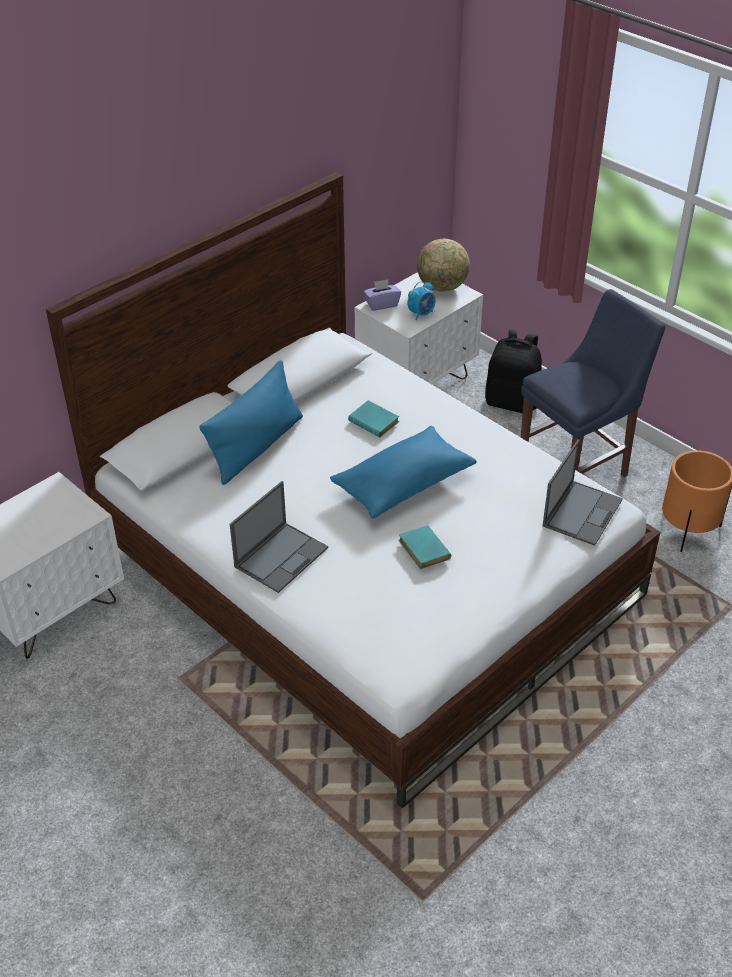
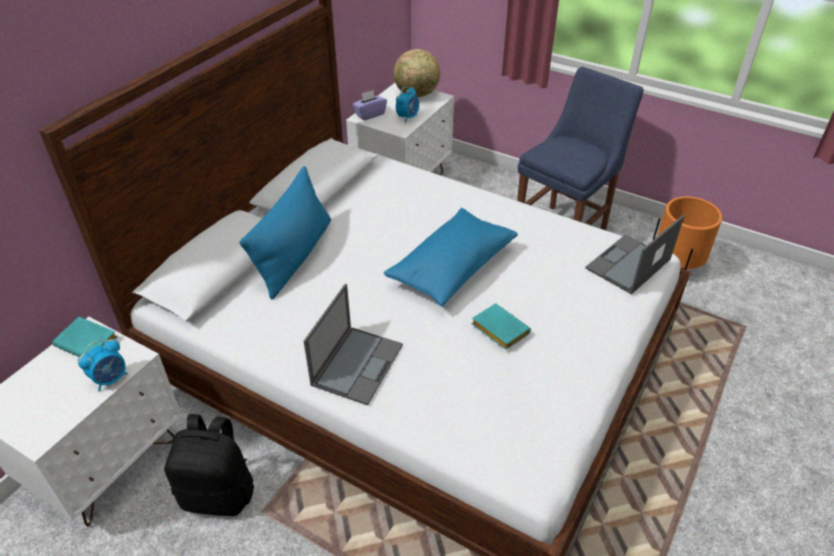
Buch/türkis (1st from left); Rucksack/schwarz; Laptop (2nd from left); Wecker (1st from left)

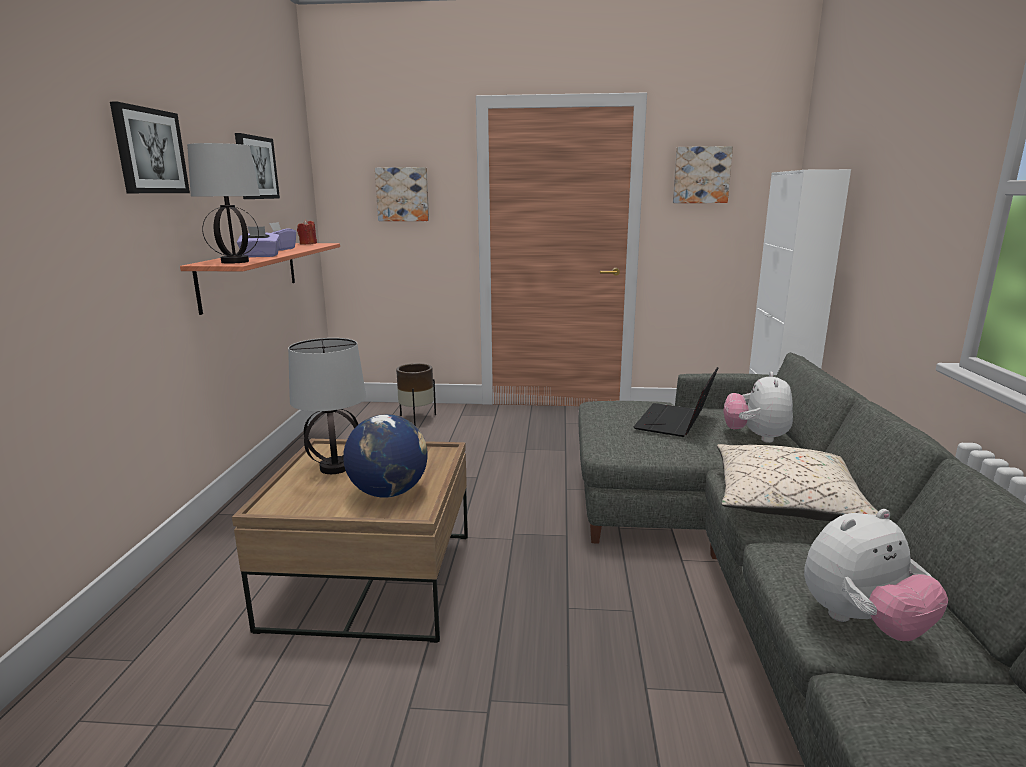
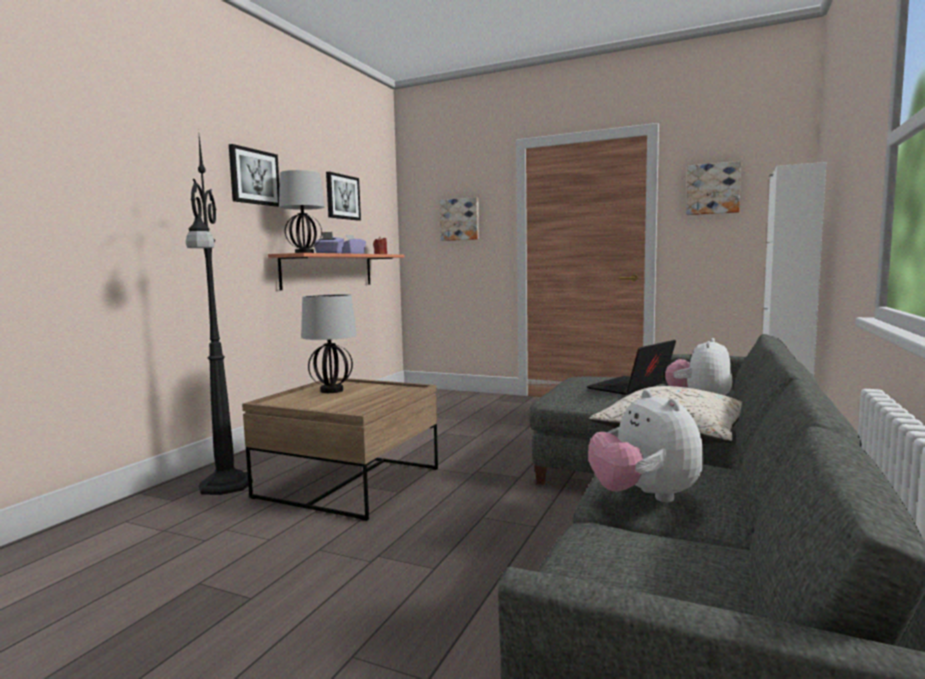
Globus; Pflanzkübel/braun; Plüschtier (1st from left); Stehlampe/schwarz

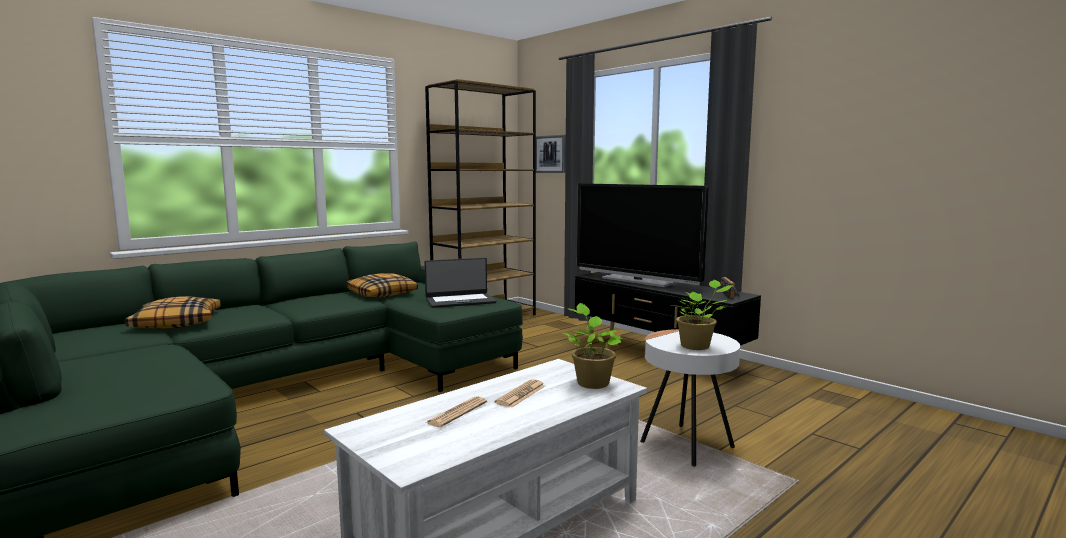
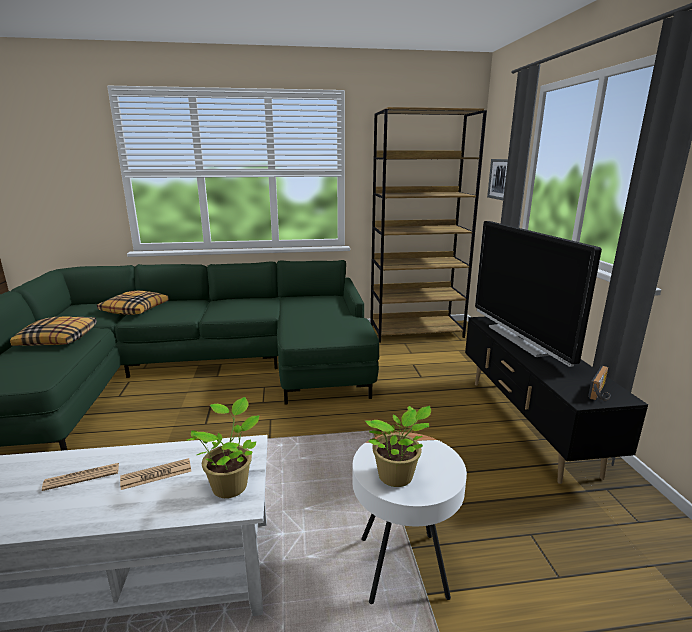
Kissen (1st from left); Laptop

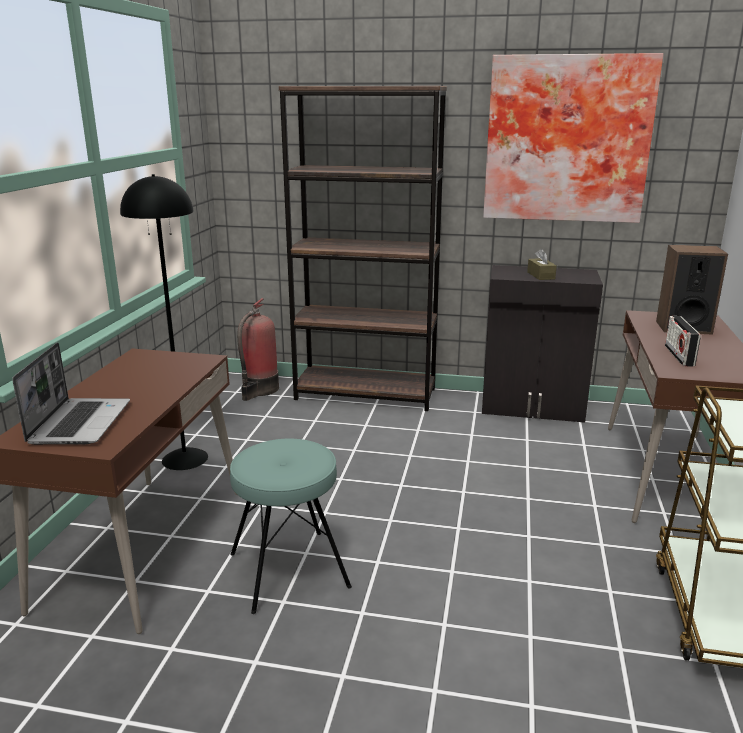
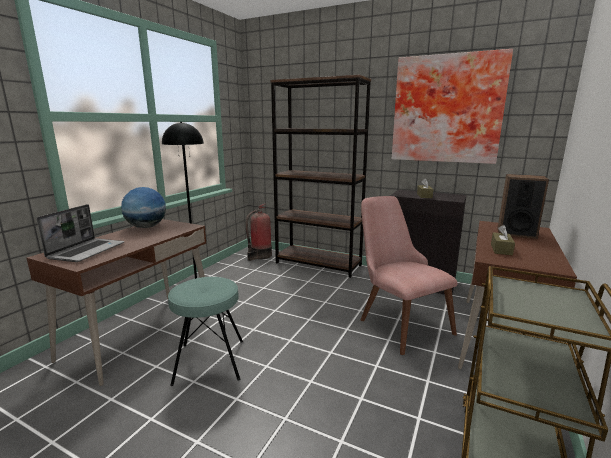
Taschentuchbox/braun (2nd from left); Globus; Stuhl/rosa

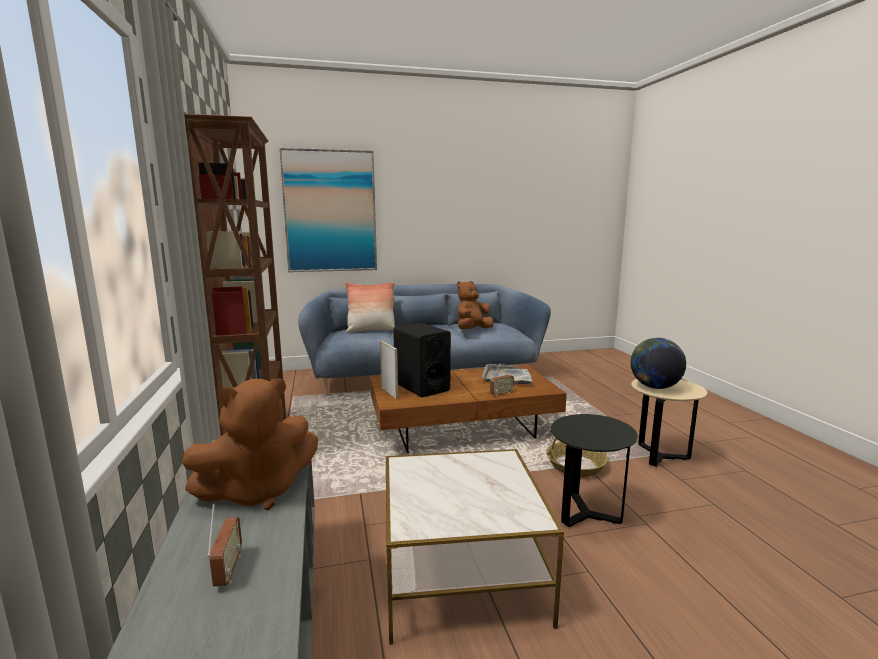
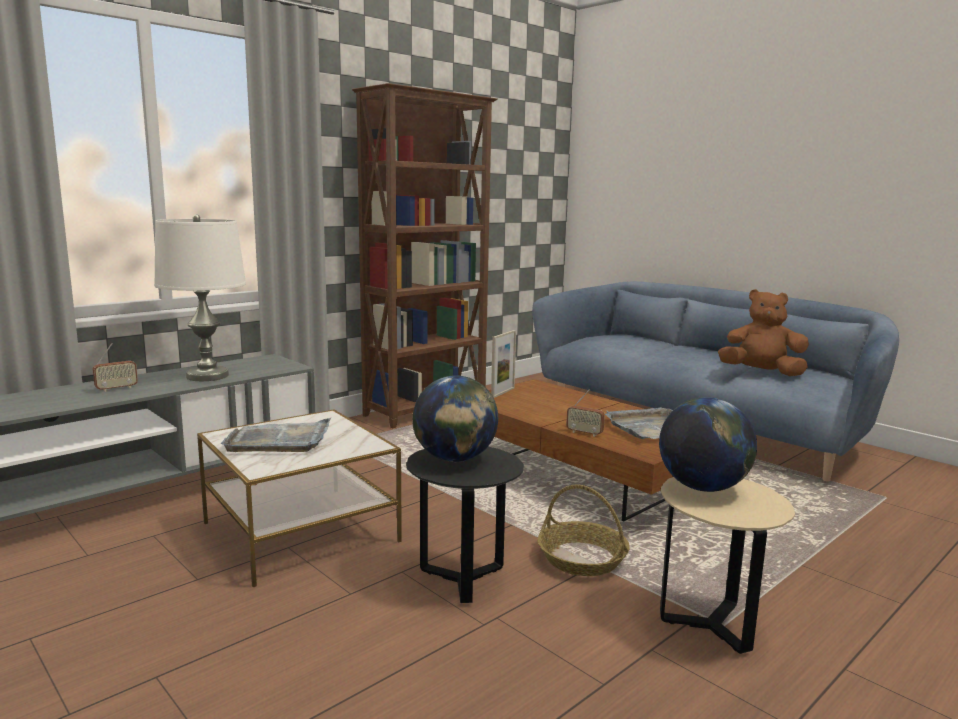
Tischlampe/weiß; Bild; Kissen; Lautsprecher/schwarz; Tablett/grau (1st from left); Globus (1st from left)

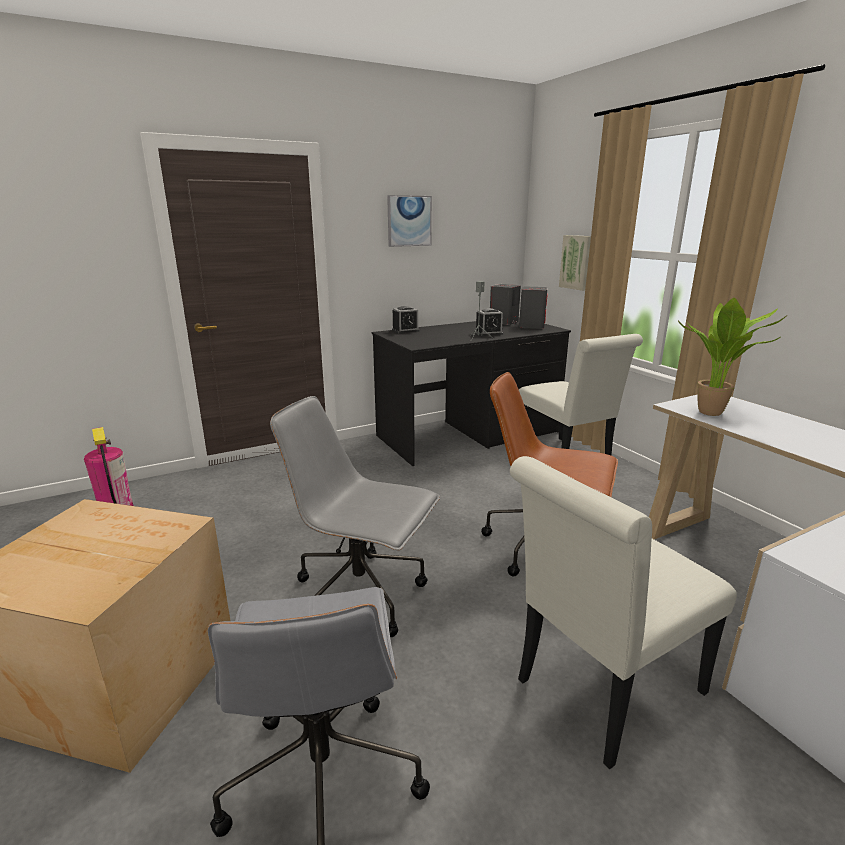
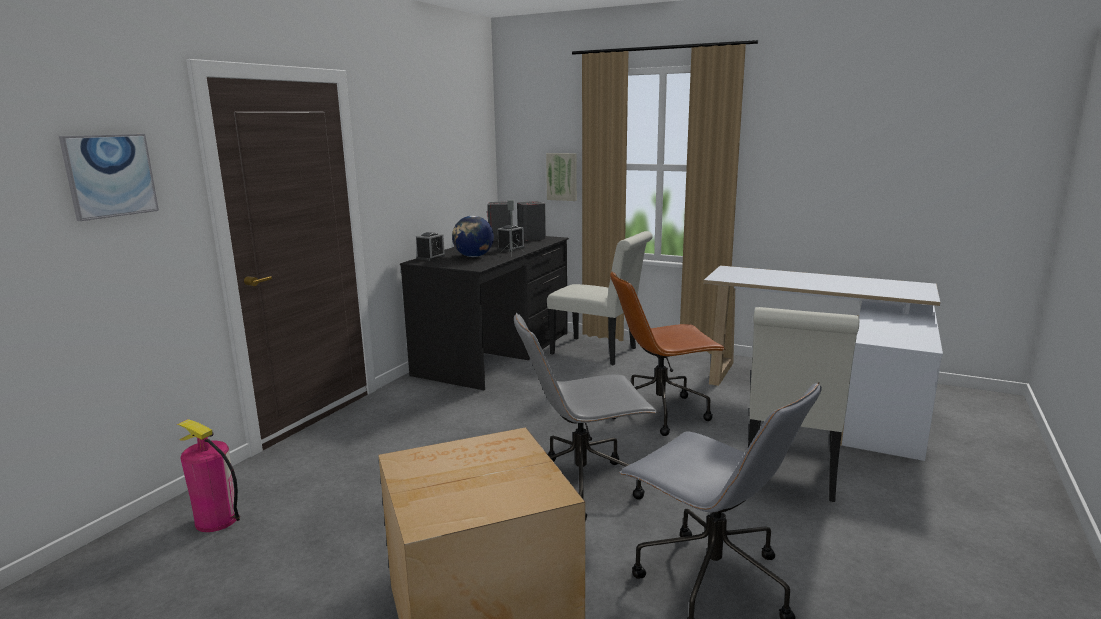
Bild (1st from left); Topfpflanze; Globus

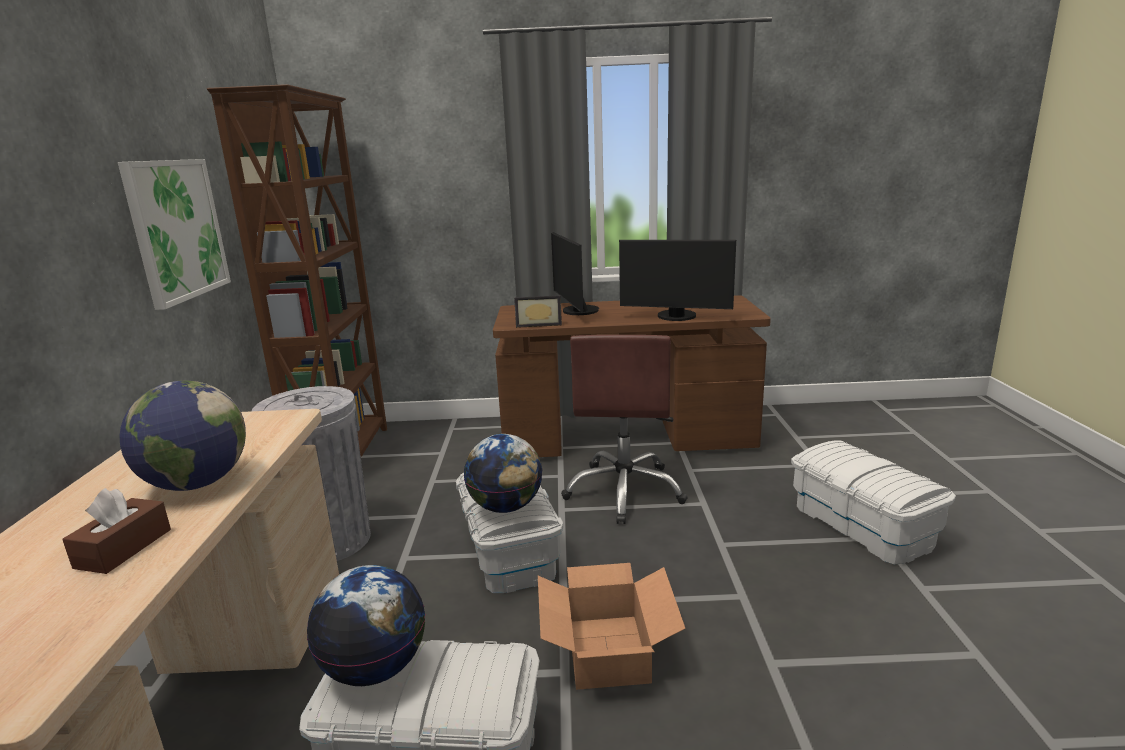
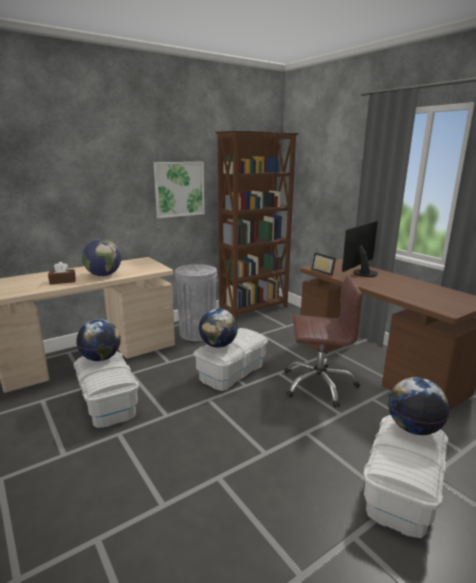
Karton; Bürostuhl/braun; Monitor (2nd from left in the first image); Globus (4th from left)

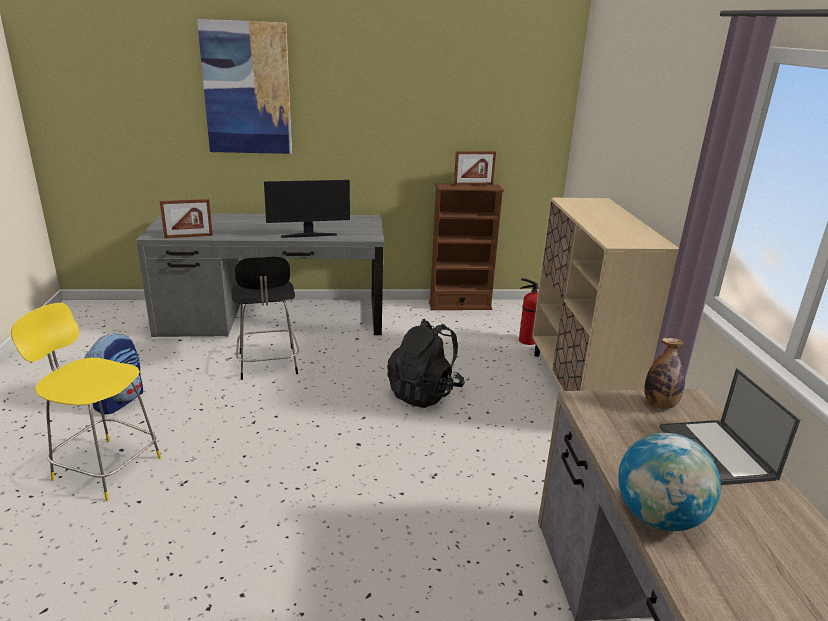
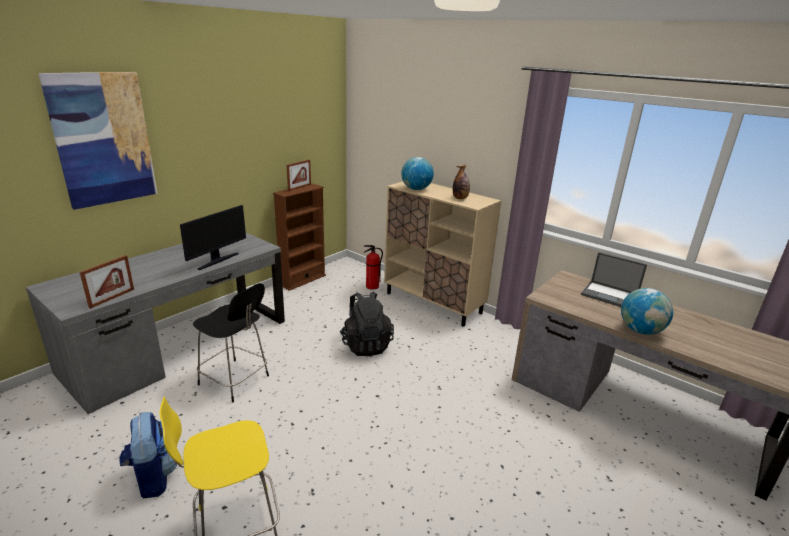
Flasche; Globus (1st from left)

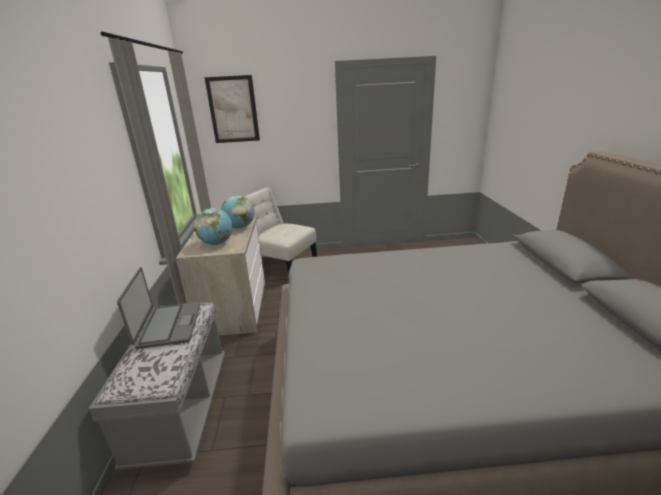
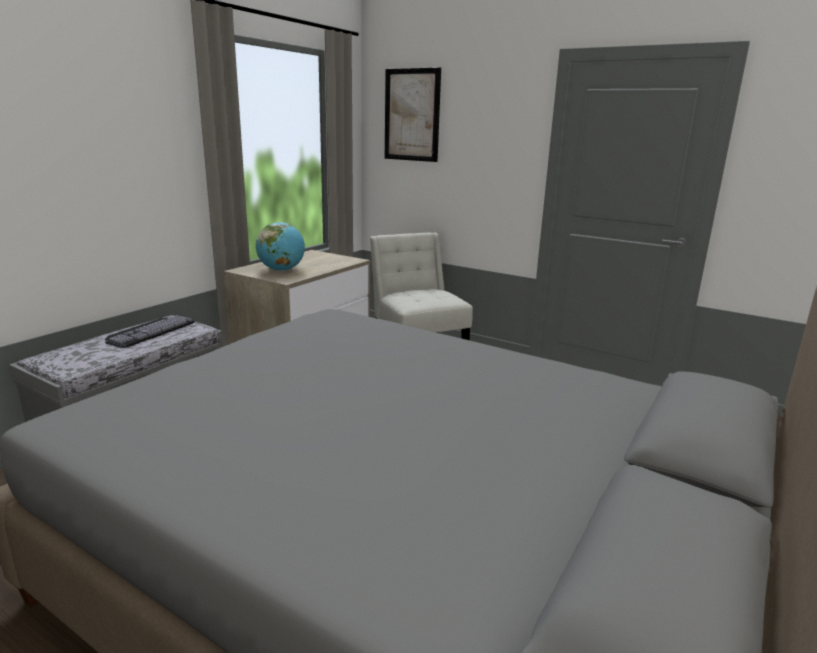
Tastatur; Globus (2nd from left in the first image)

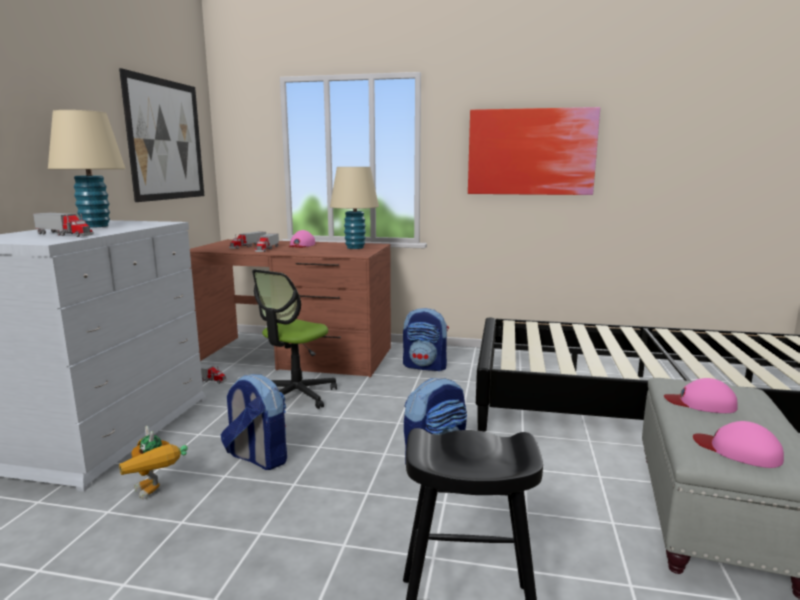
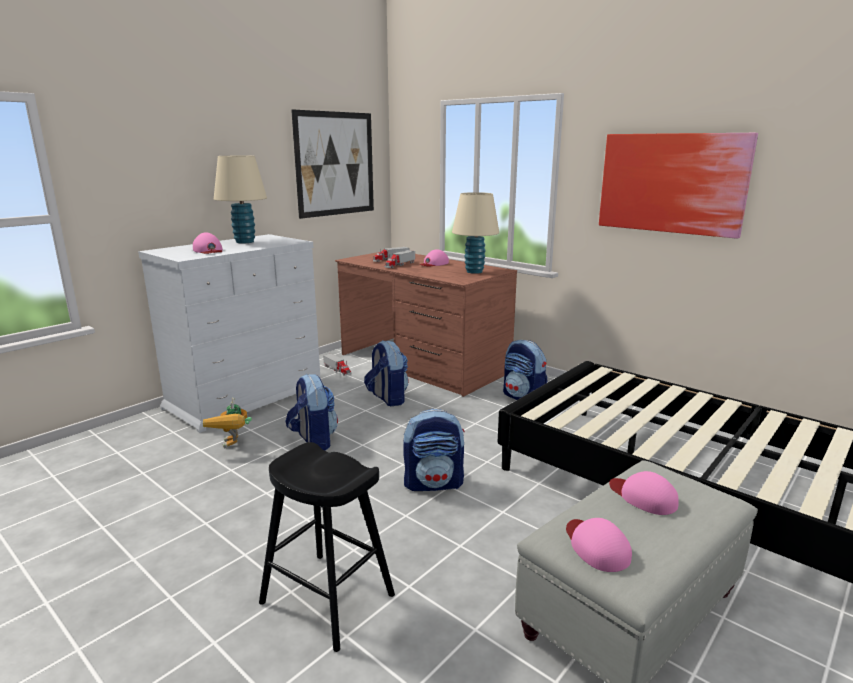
Kappe/rosa (1st from left); Rucksack (2nd from left)

